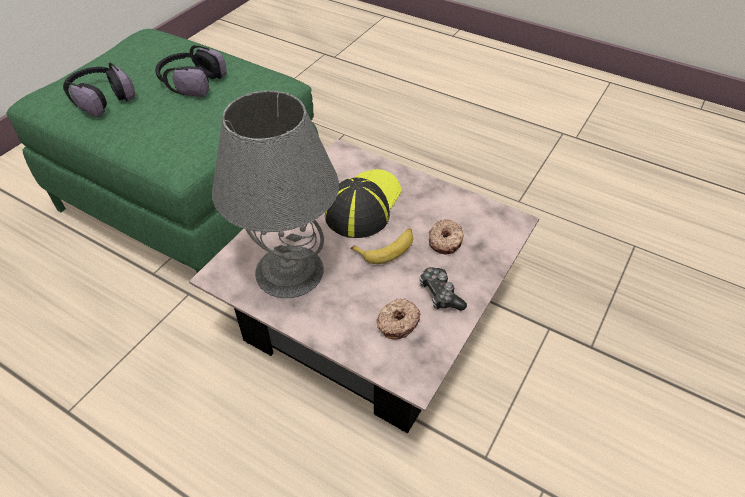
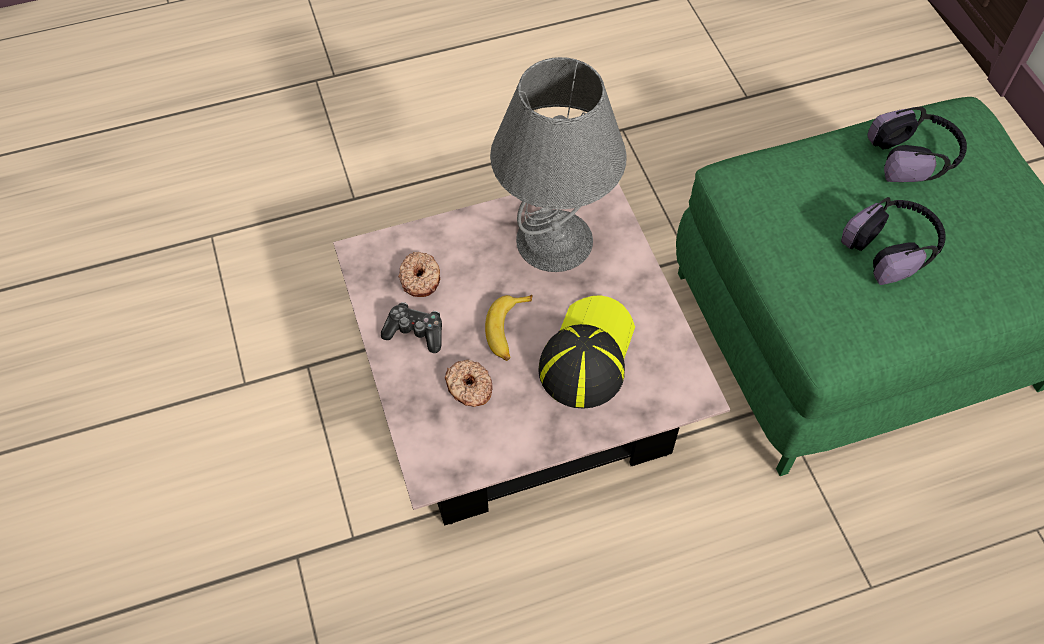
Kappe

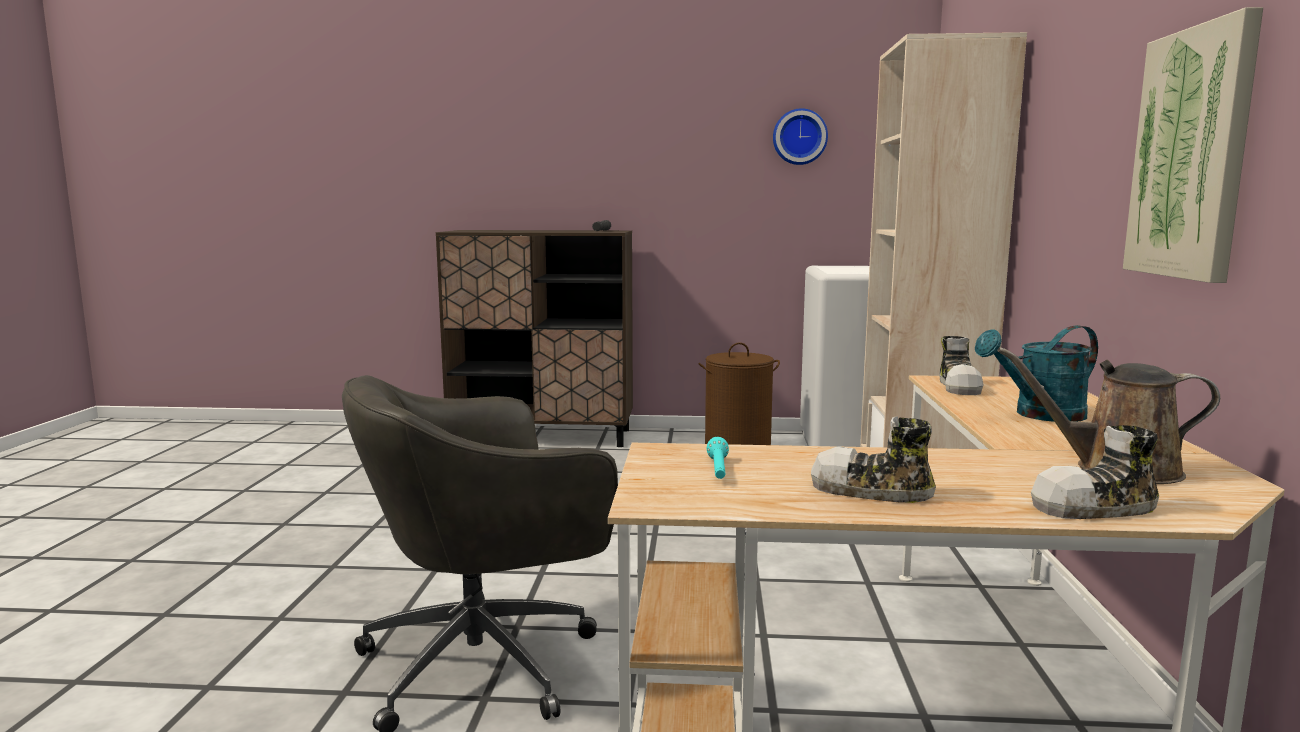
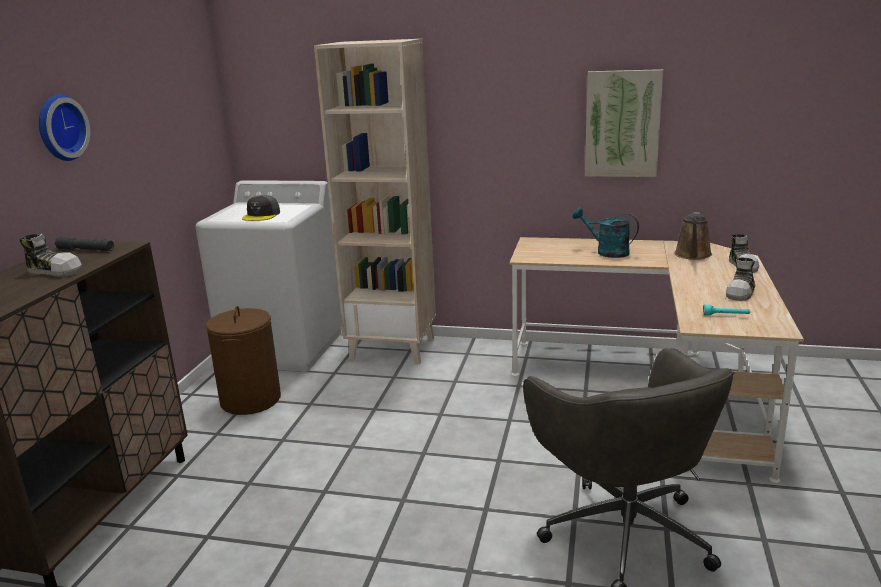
Wanduhr; Schuh (1st from left); Gießkanne/türkis; Kappe/grau

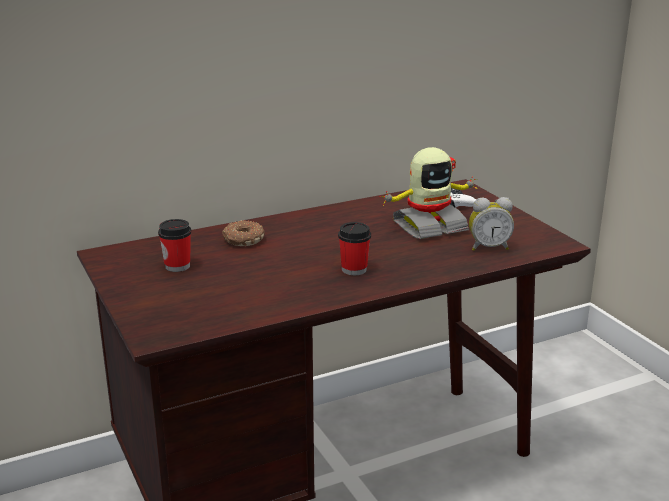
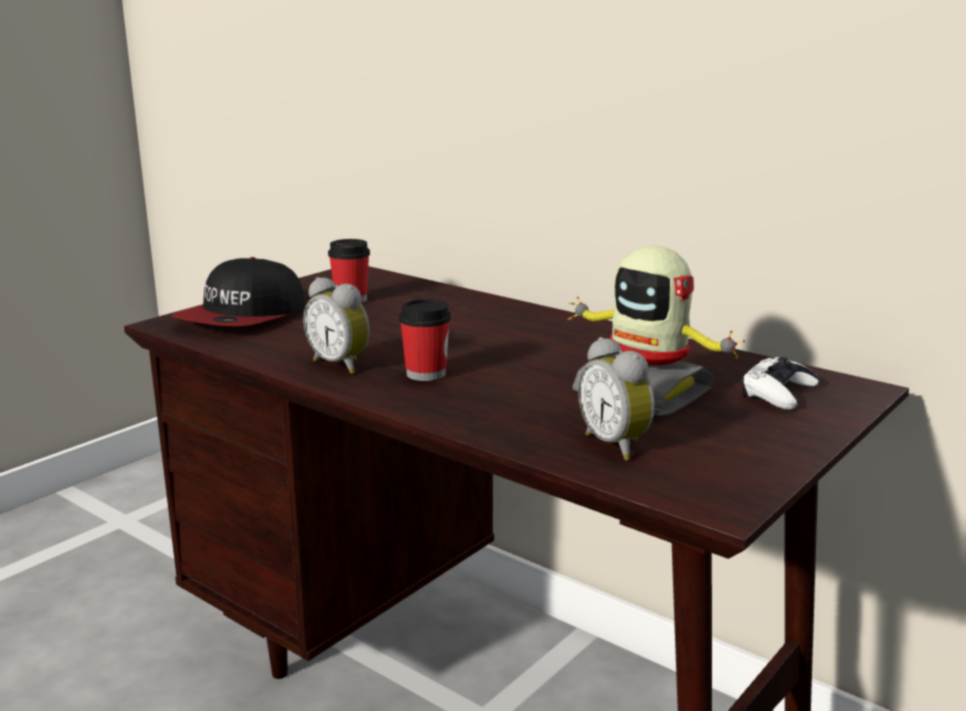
Donut; Kappe; Wecker (1st from left)

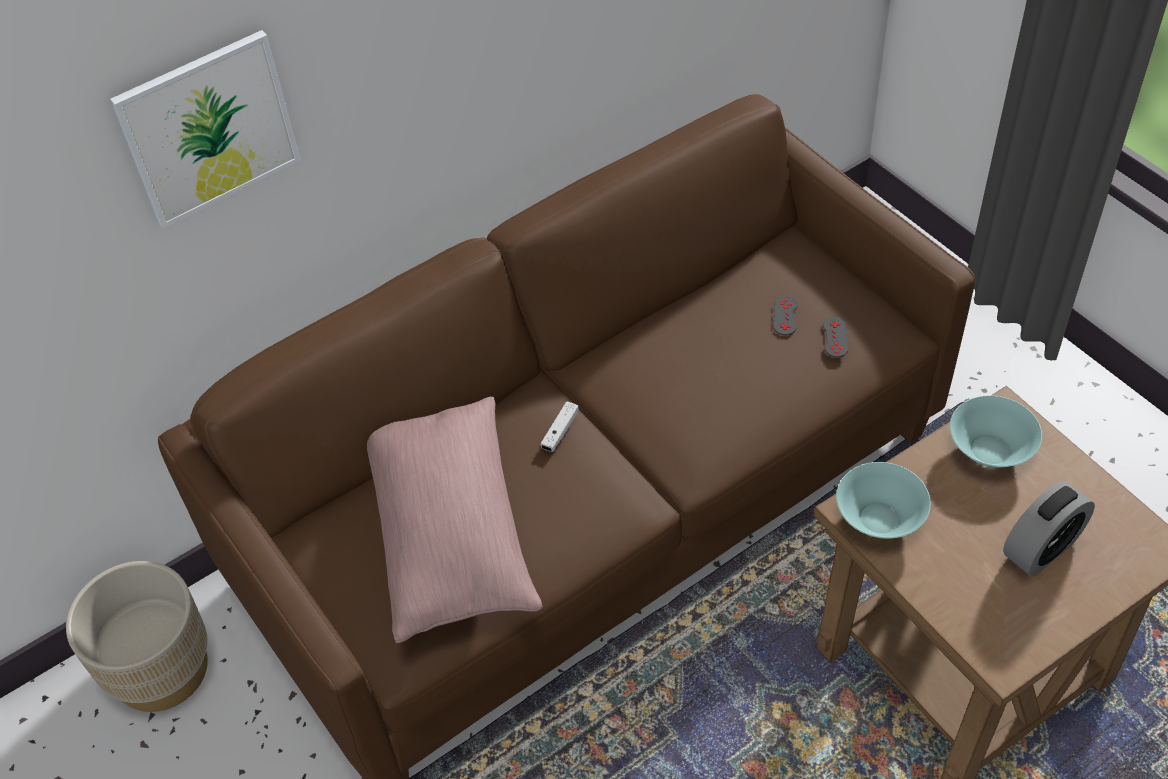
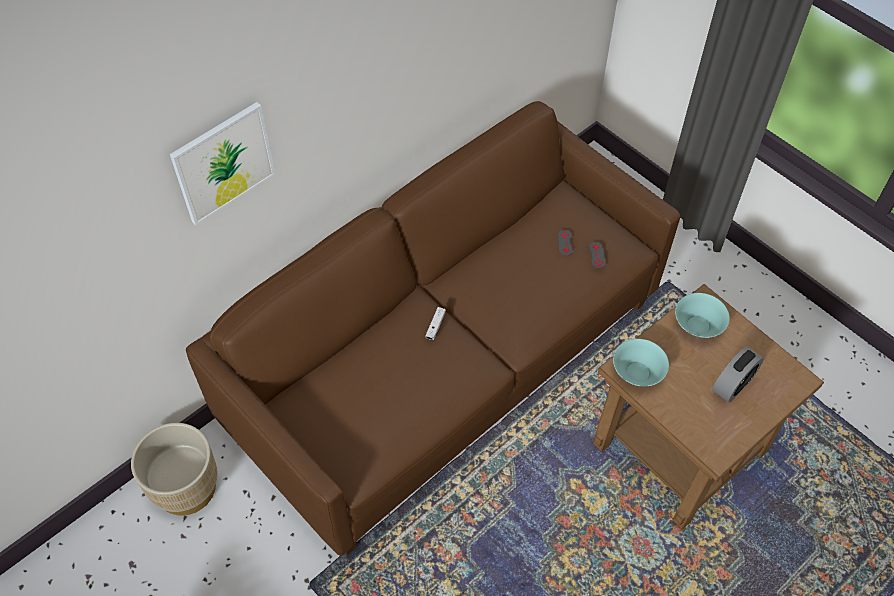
Kissen/rosa

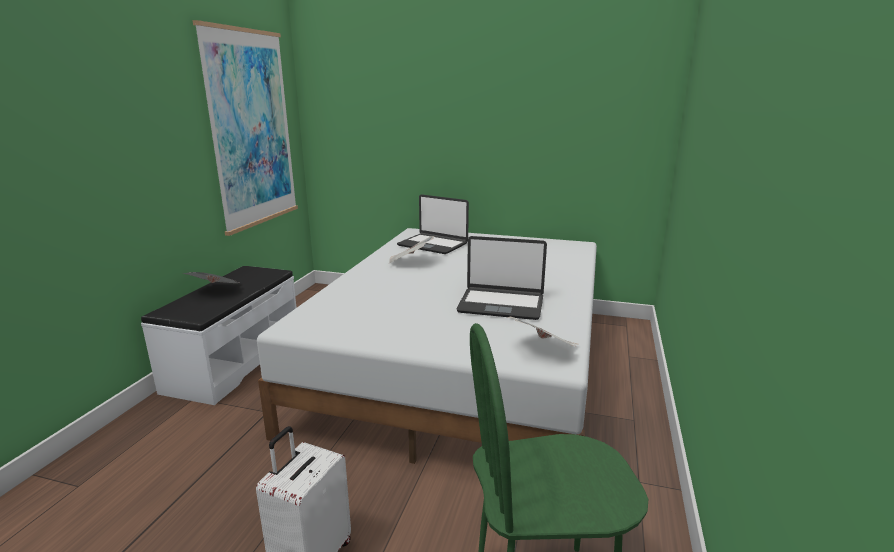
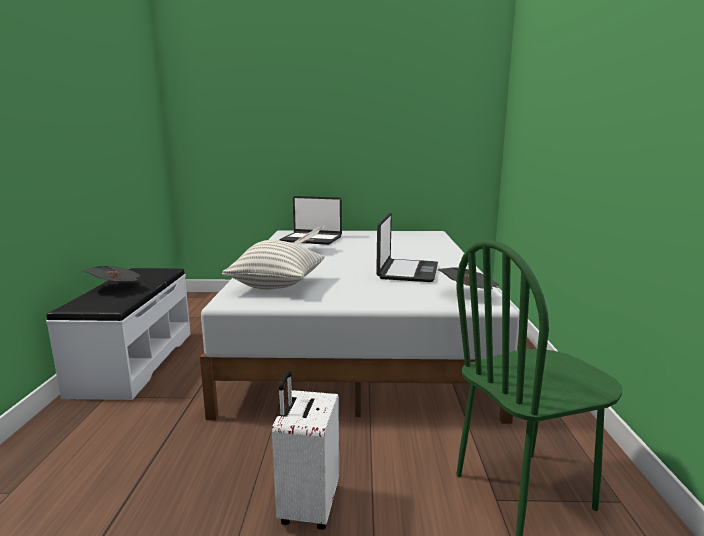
Bild; Laptop (2nd from left); Kissen

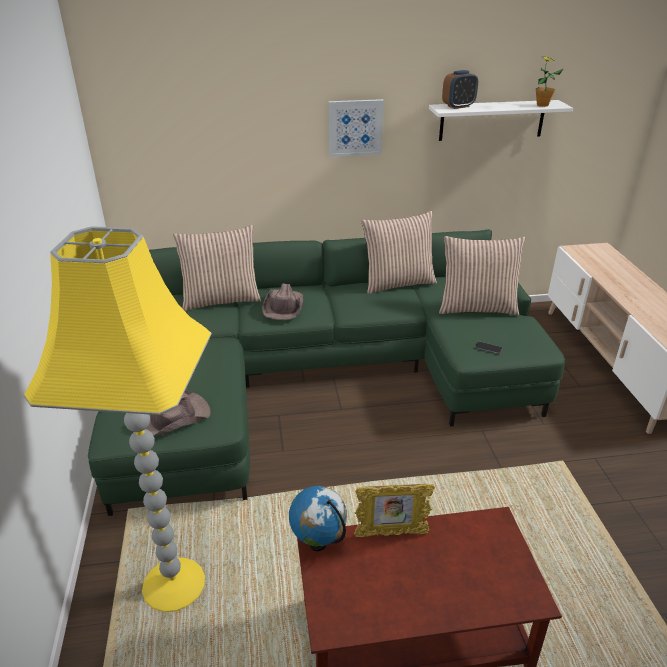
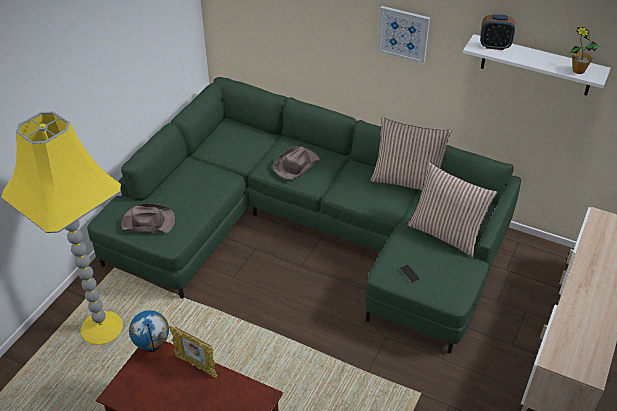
Kissen (1st from left in the first image)

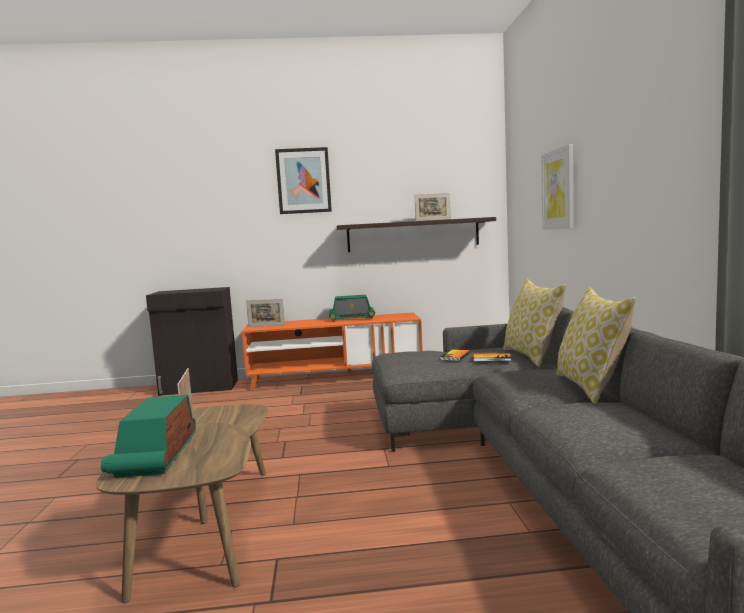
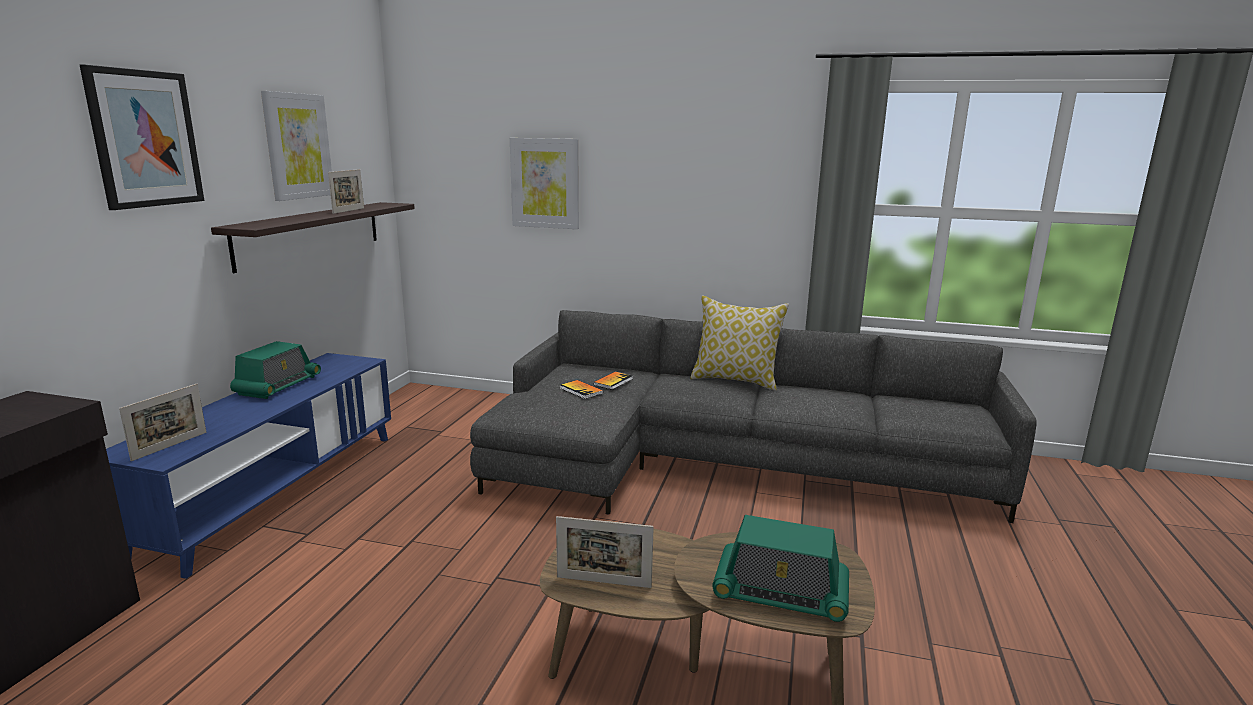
Fernsehschrank/blau; Kissen (1st from left in the first image); Bild (2nd from left)

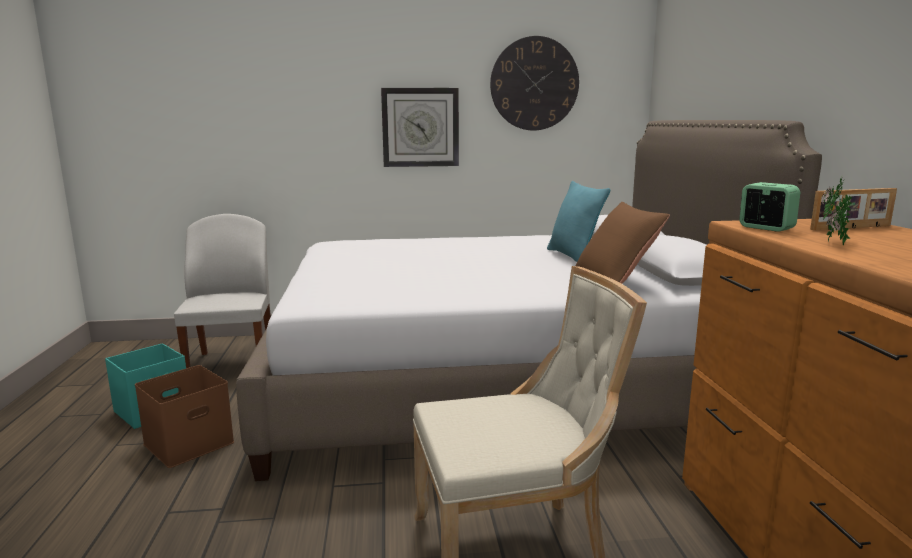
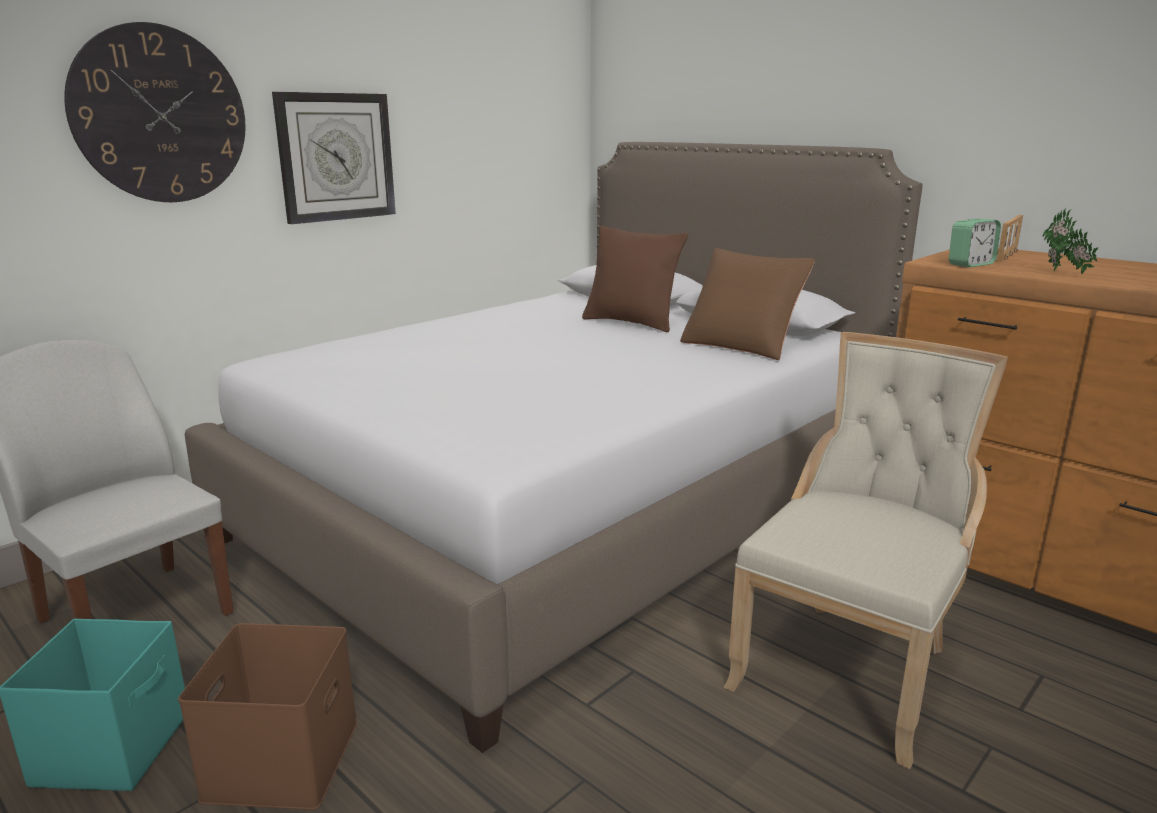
Wanduhr (1st from left); Kissen/braun (1st from left); Wecker

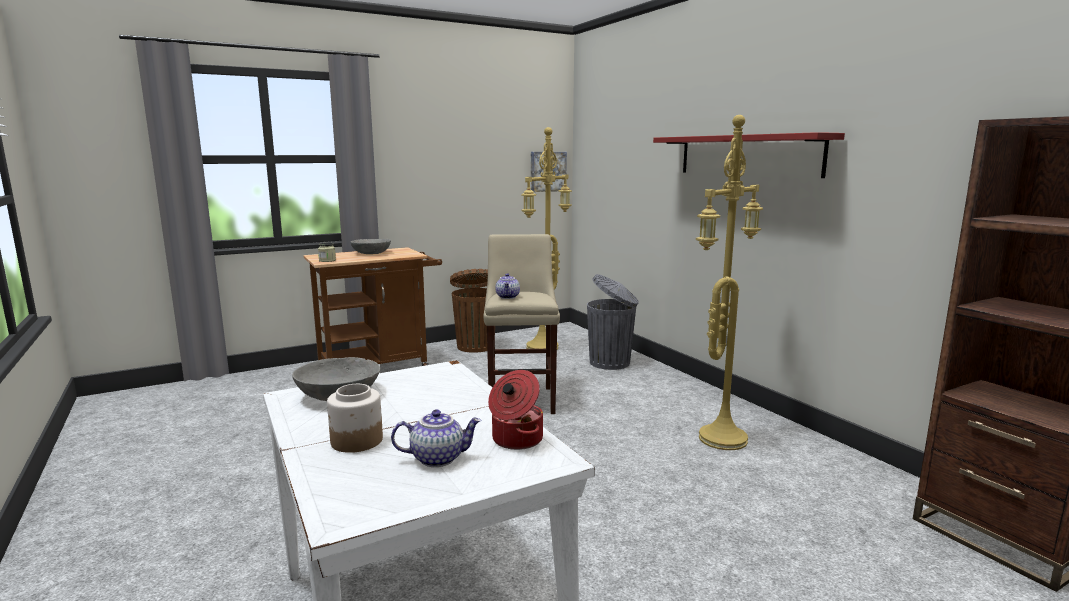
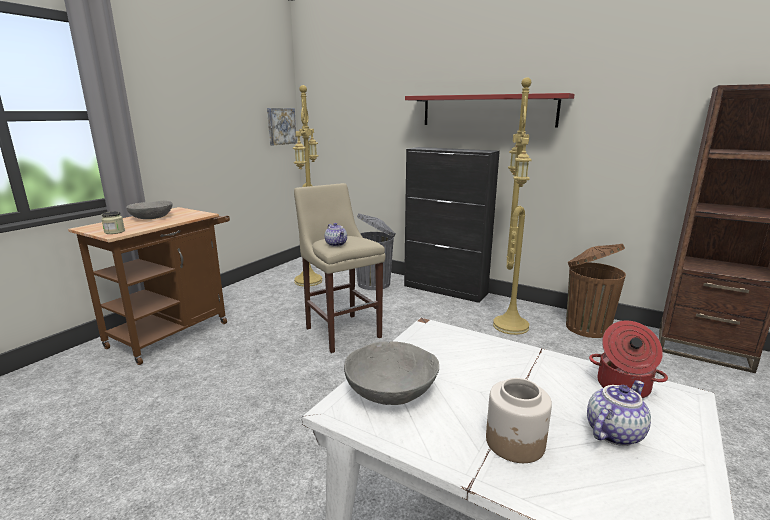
Mülleimer/braun; Schrank/schwarz

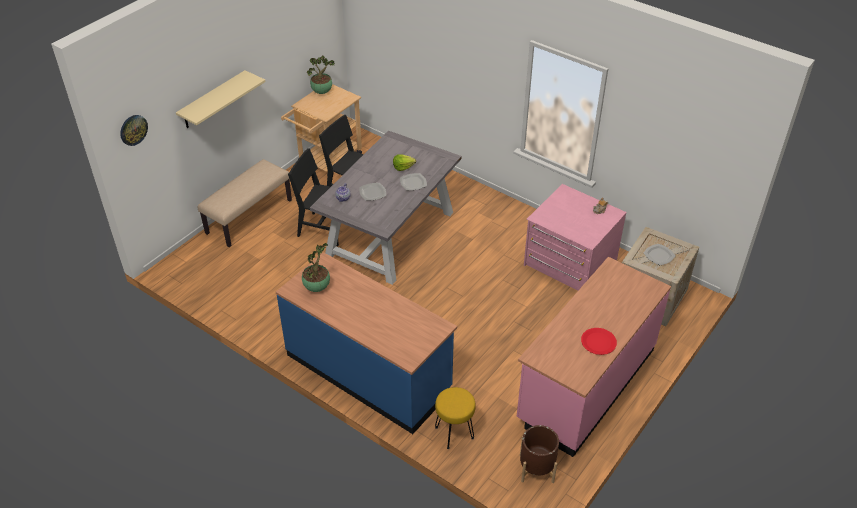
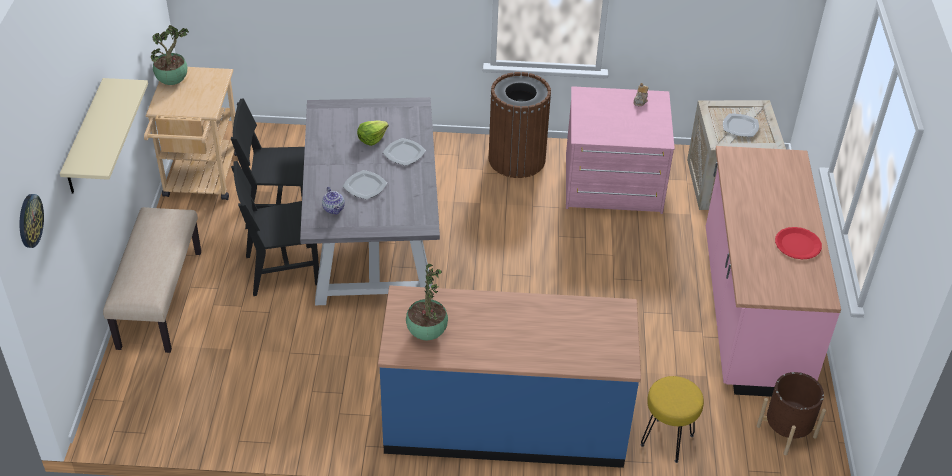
Mülleimer/braun

